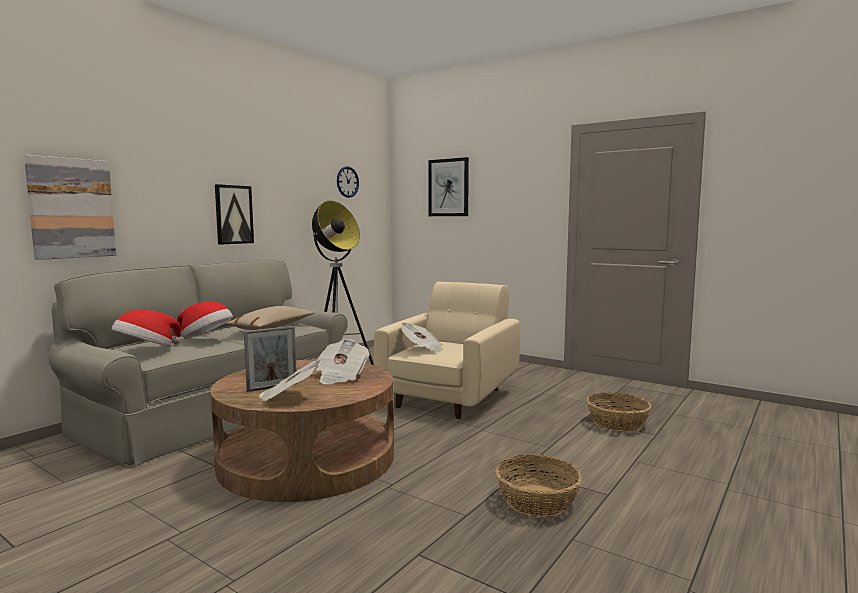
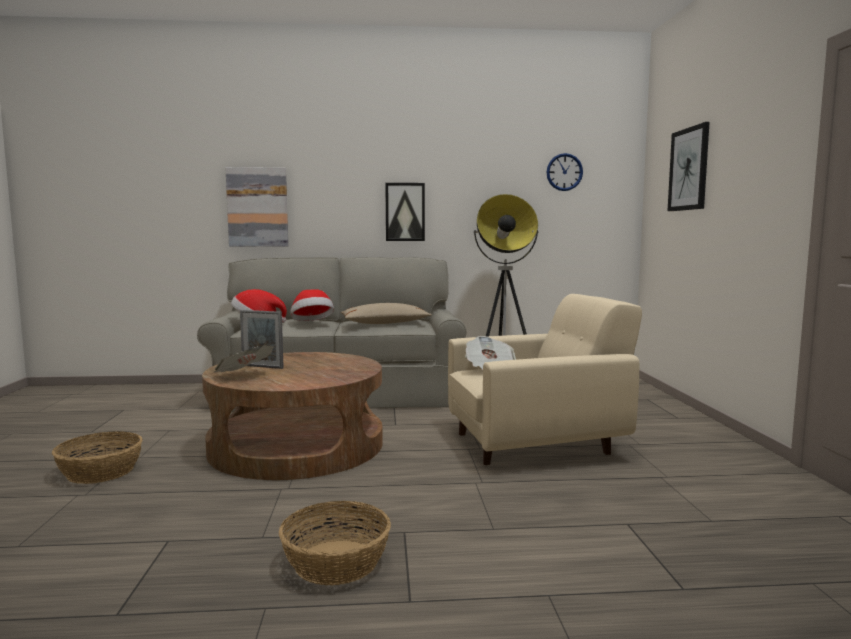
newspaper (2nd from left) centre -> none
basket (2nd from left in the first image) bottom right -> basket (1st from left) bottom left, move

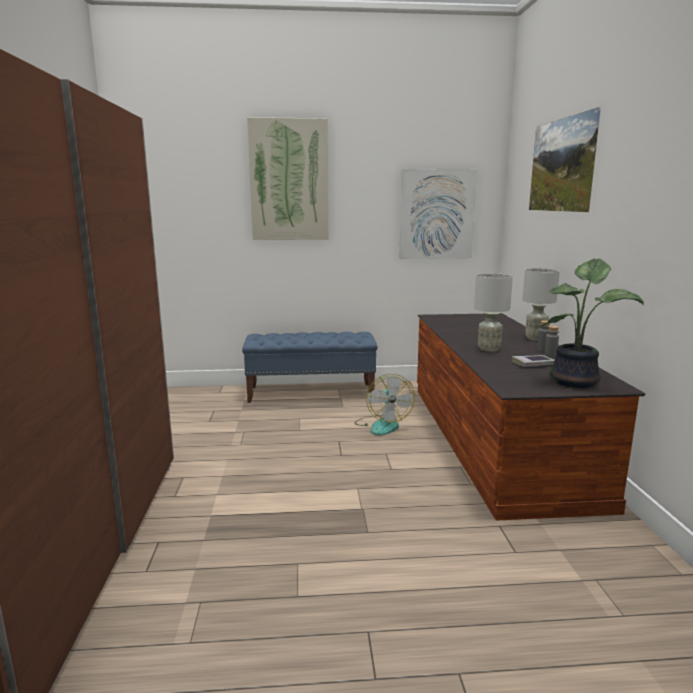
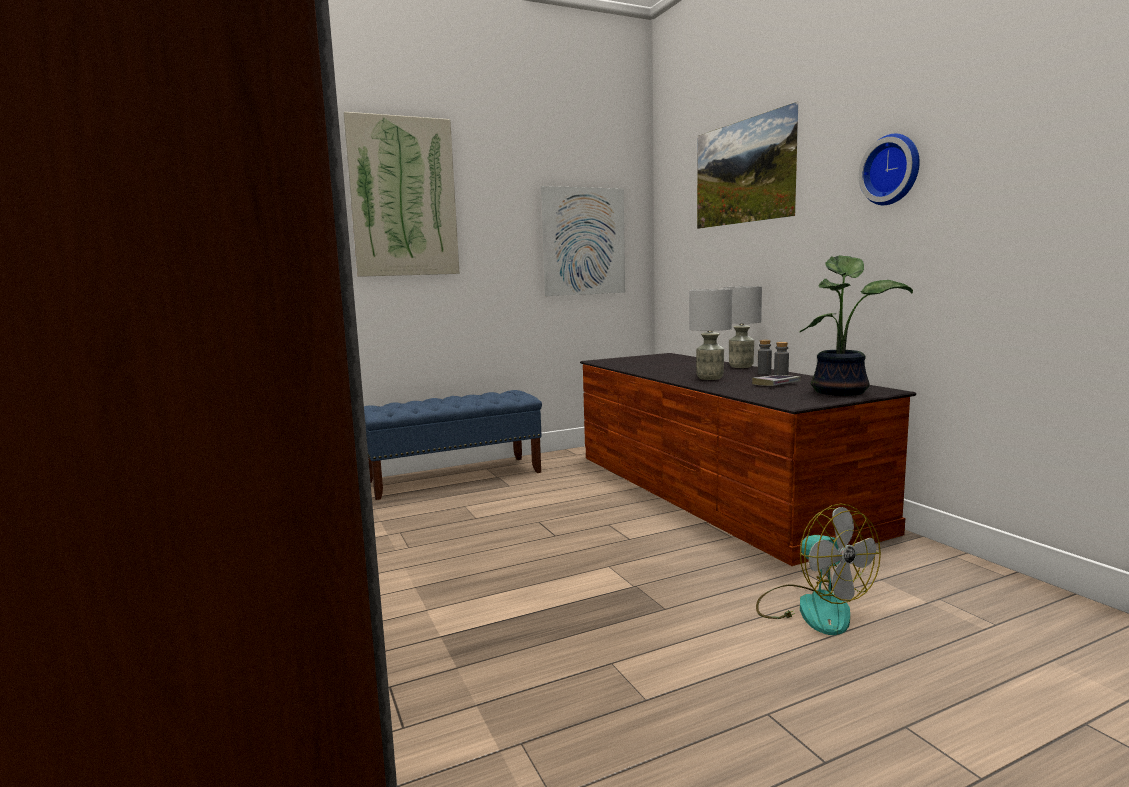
fan centre -> fan bottom right, move
none -> wall clock top right

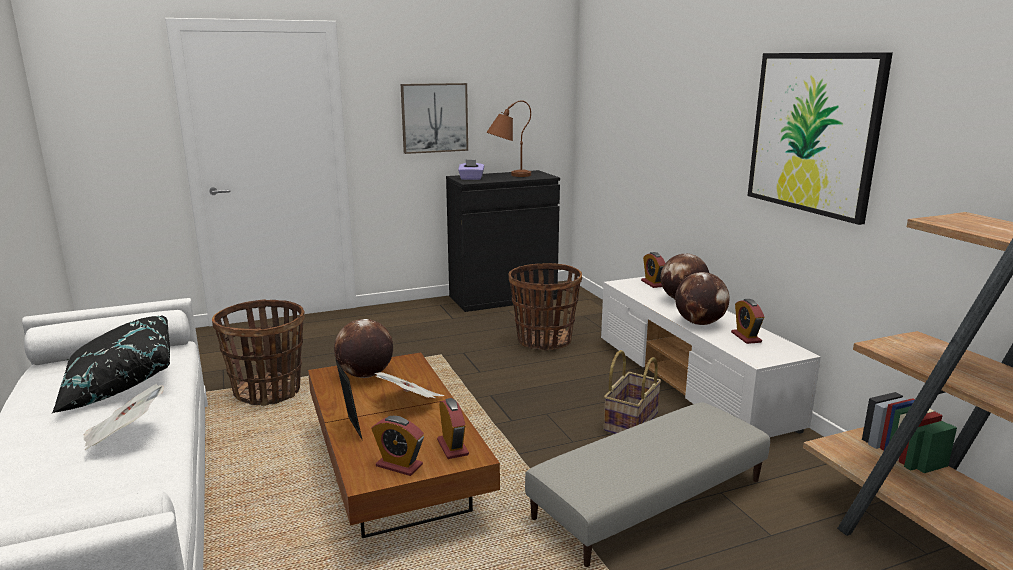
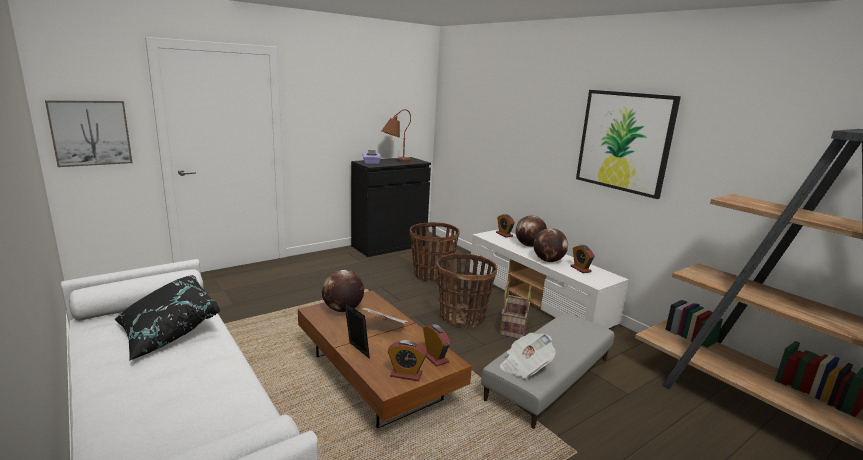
newspaper (1st from left in the first image) bottom left -> newspaper (2nd from left) bottom centre, move
basket (1st from left in the first image) middle left -> basket (2nd from left) centre, move
picture (1st from left) top centre -> picture (1st from left) top left, move

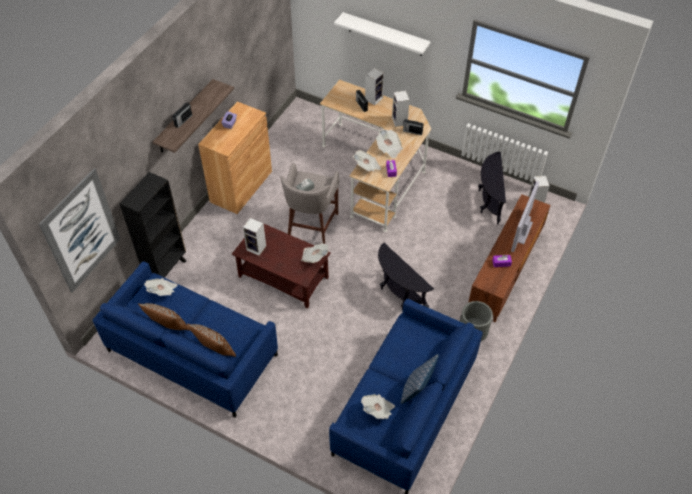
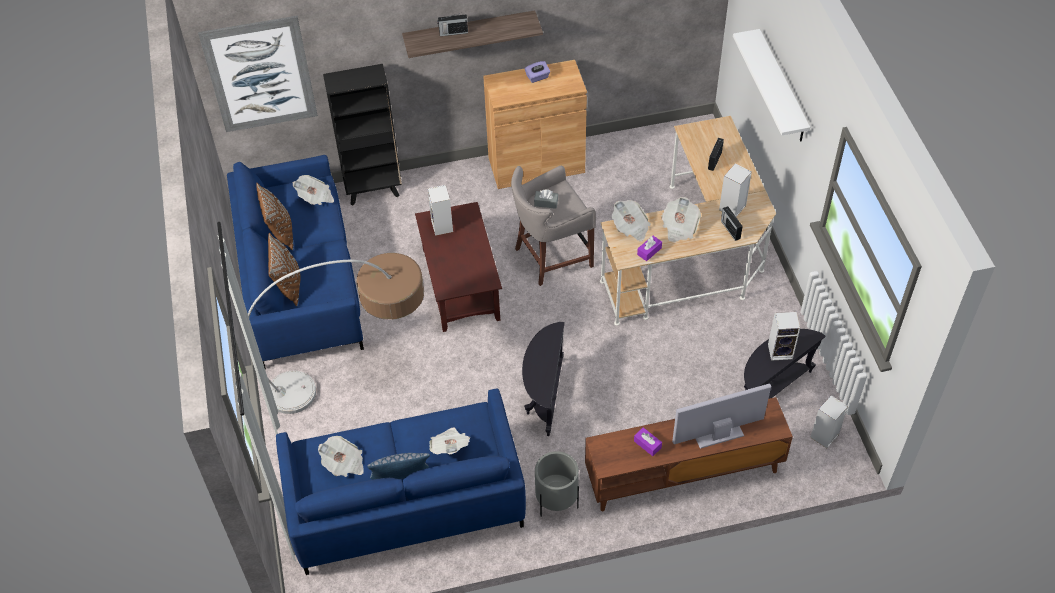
newspaper (2nd from left in the first image) centre -> newspaper (3rd from left) bottom centre, move
speaker (2nd from left in the first image) top centre -> speaker (3rd from left) middle right, move
none -> floor lamp middle left

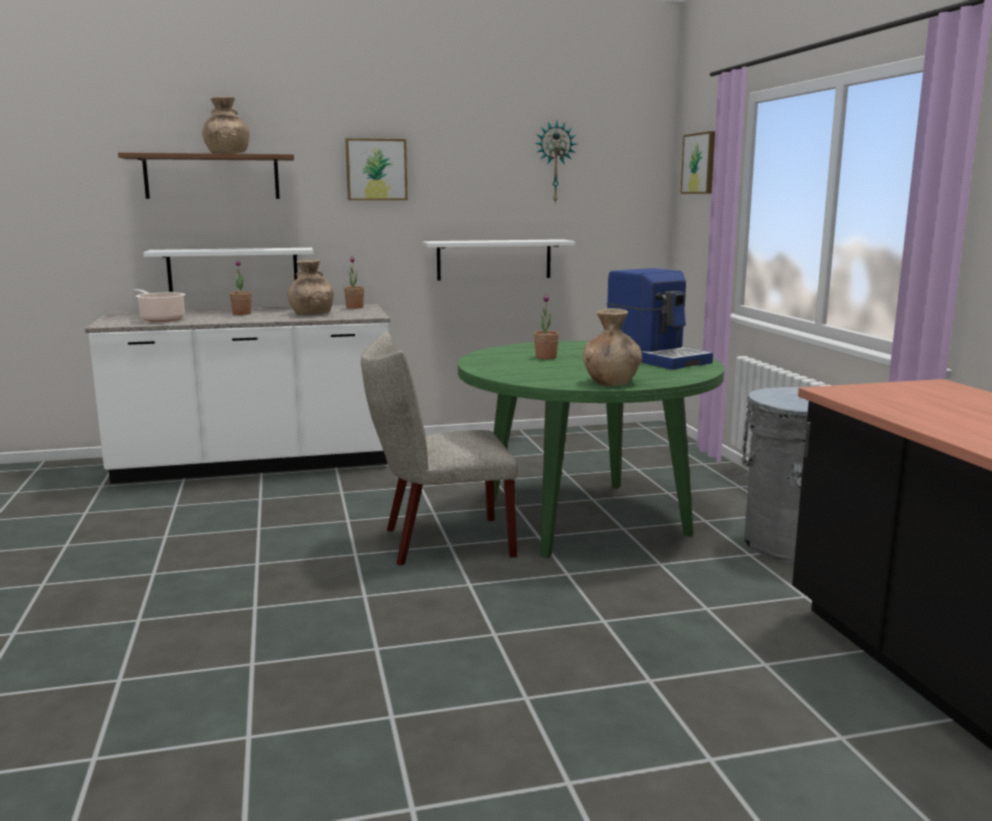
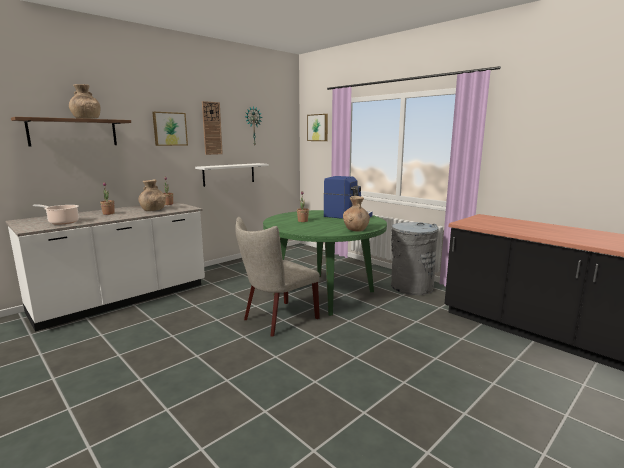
white shelf (1st from left) top left -> none
none -> wall clock (1st from left) top centre

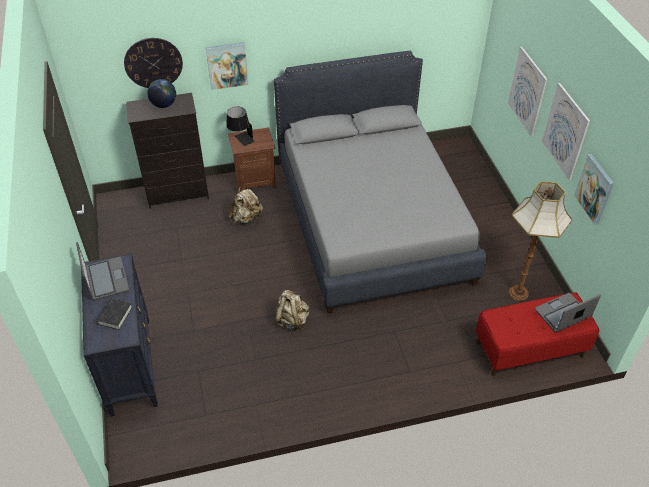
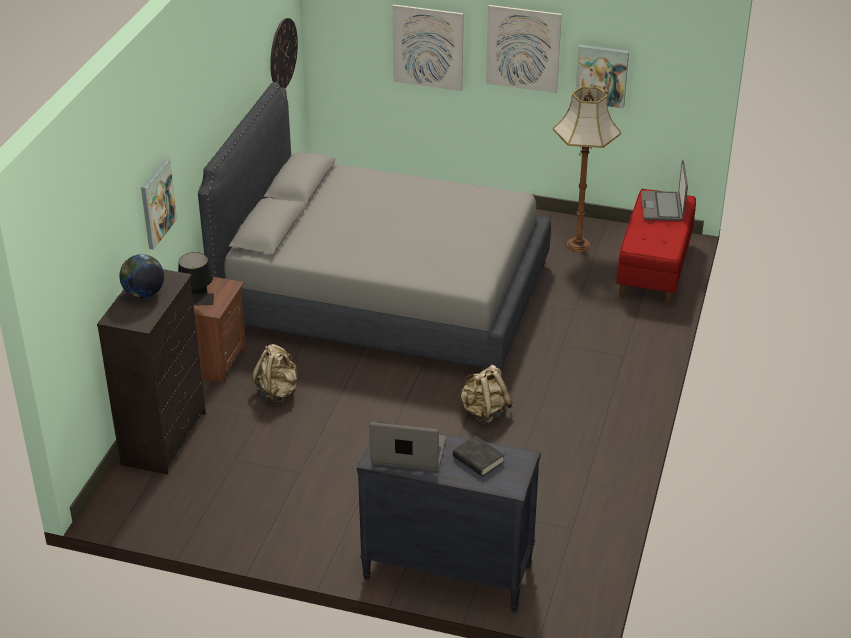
wall clock top left -> wall clock top centre, move

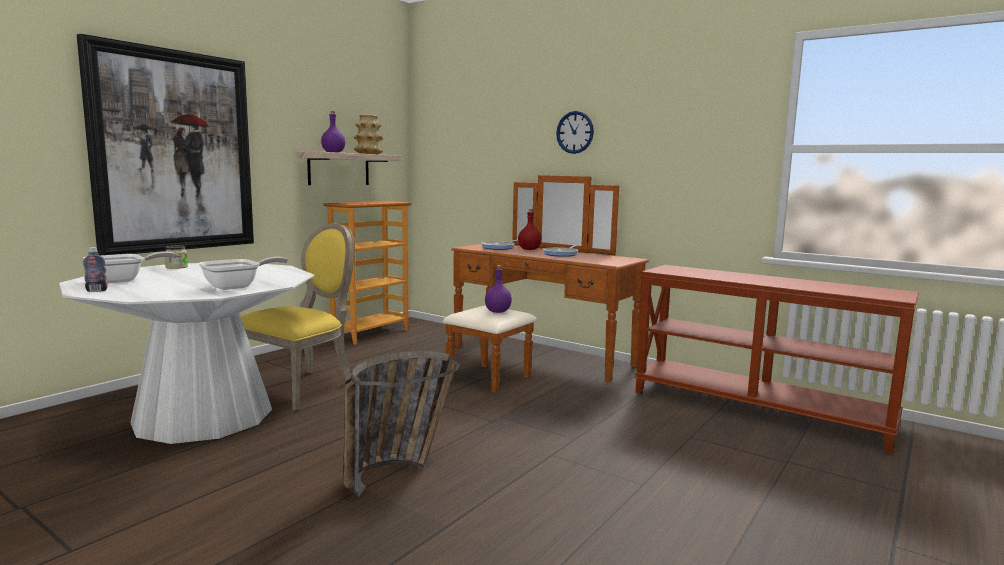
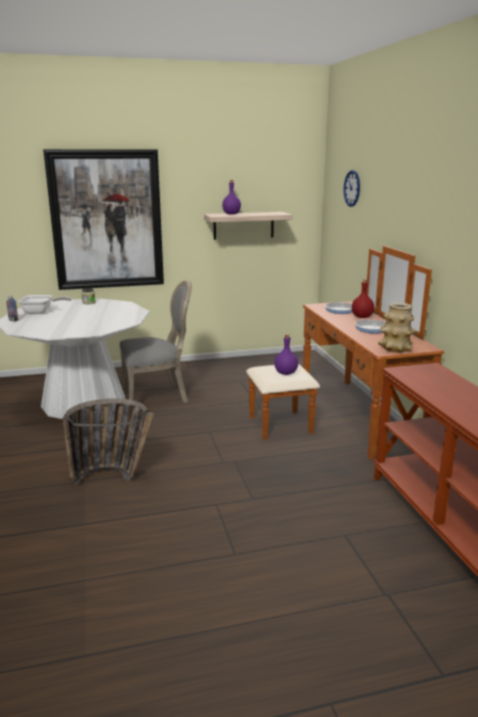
frying pan (2nd from left) middle left -> none
yellow chair middle left -> grey chair middle left
bookcase centre -> none
vase top centre -> vase middle right, move
wall clock top centre -> wall clock top right, move

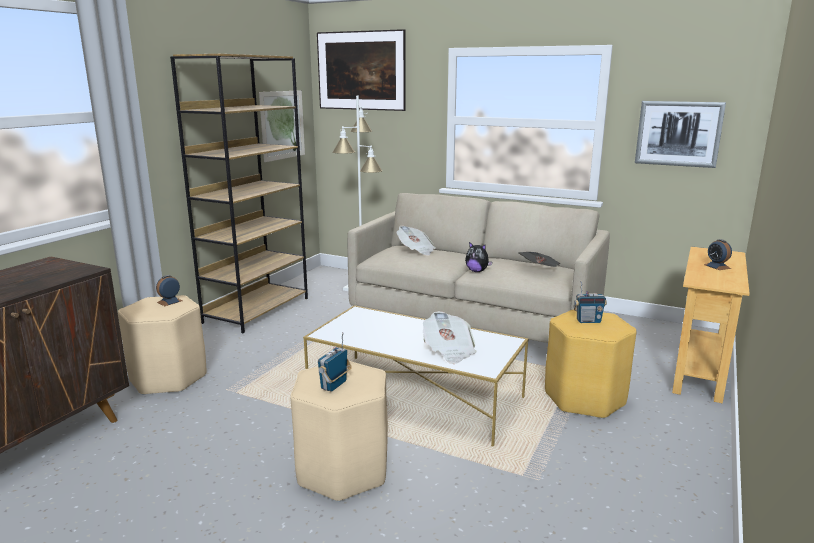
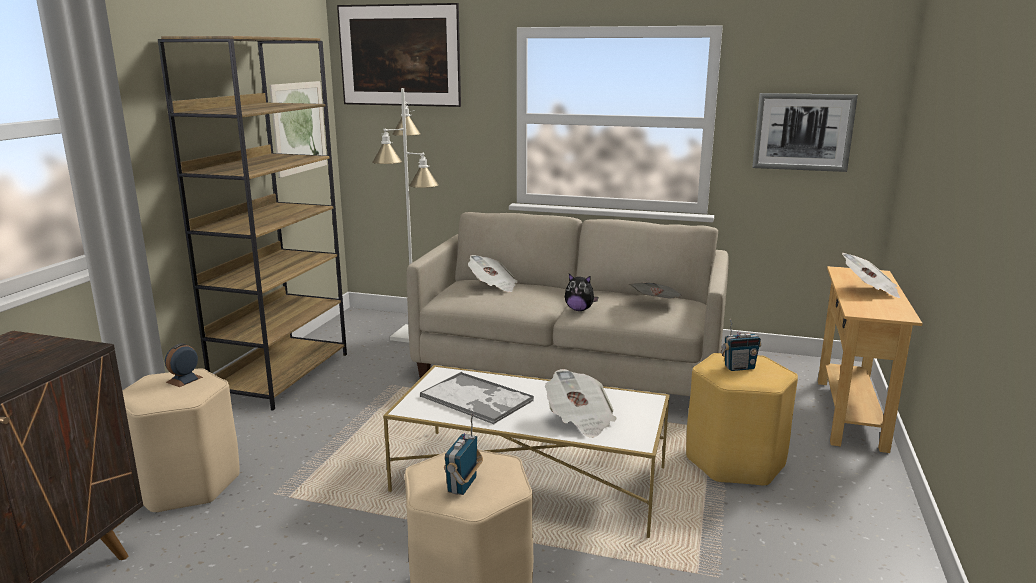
alarm clock (2nd from left) middle right -> newspaper (4th from left) middle right
none -> tray bottom centre

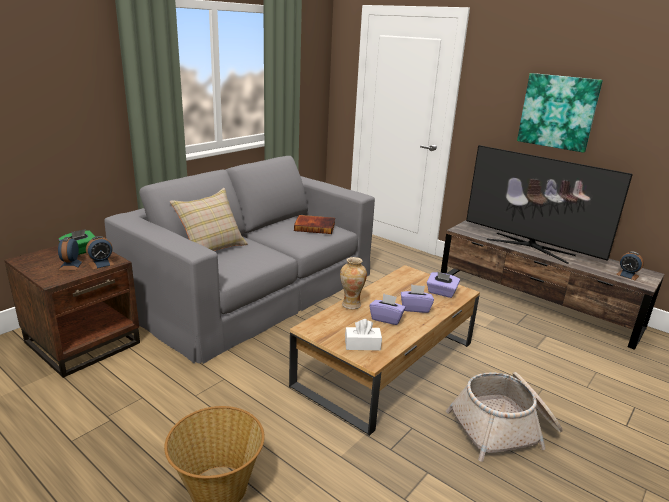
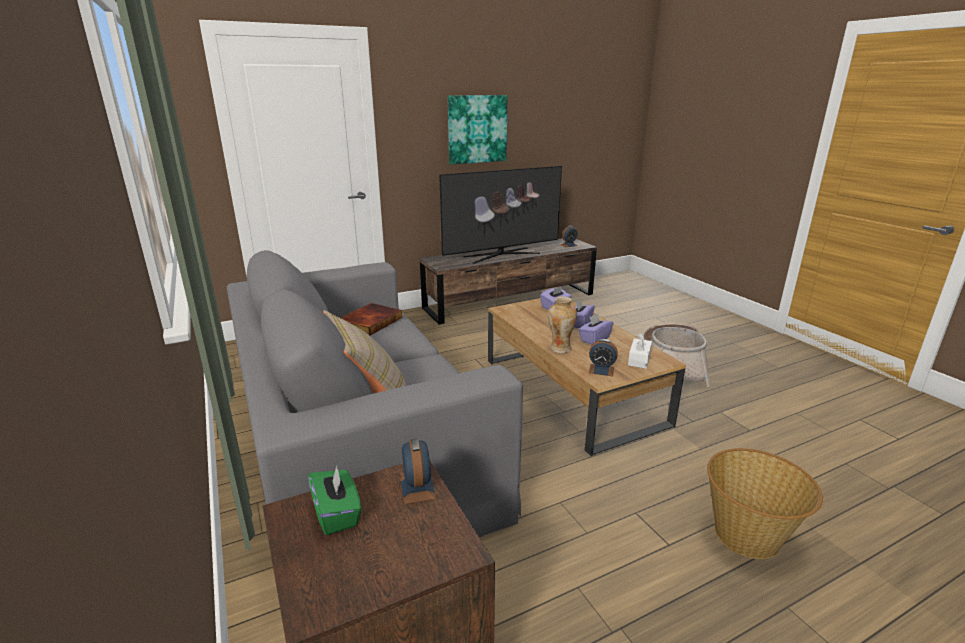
alarm clock (1st from left in the first image) middle left -> alarm clock (3rd from left) centre, move

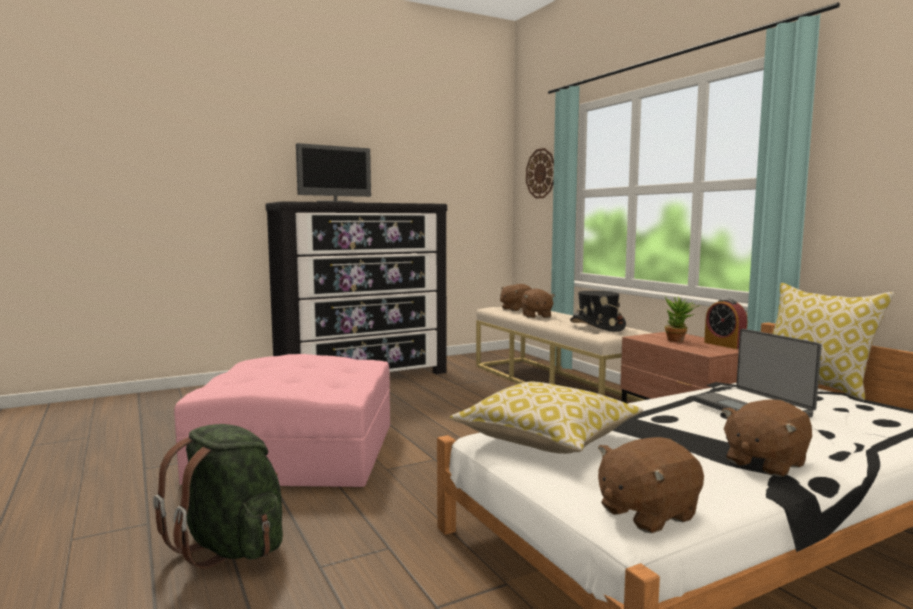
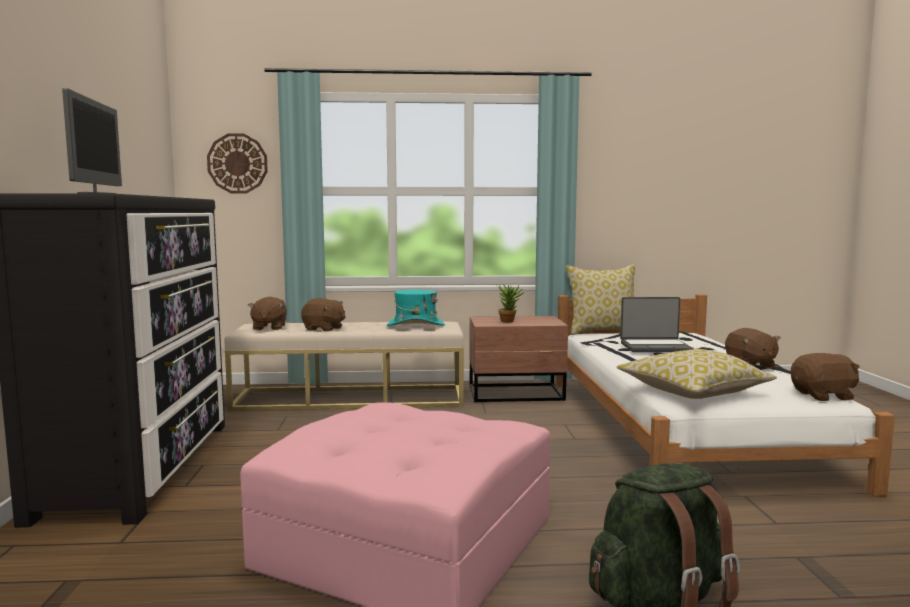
black hat centre -> turquoise hat centre
brown plush toy (3rd from left in the first image) bottom right -> brown plush toy (4th from left) middle right, 90 degrees counterclockwise
alarm clock middle right -> none

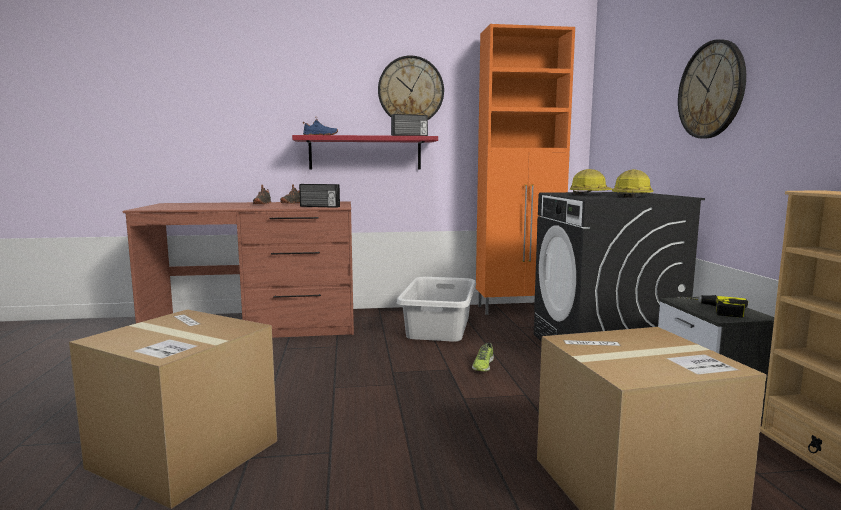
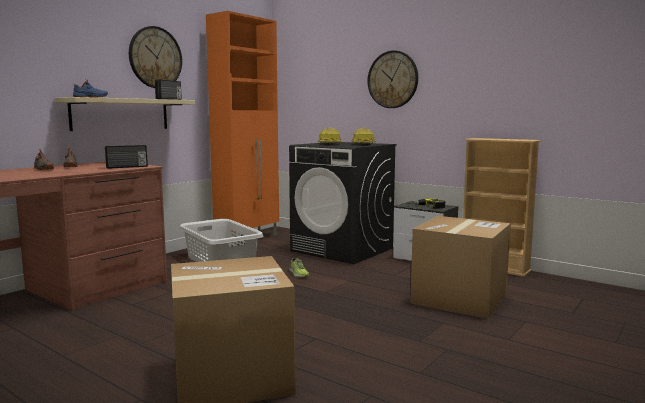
red shelf top centre -> beige shelf top left

